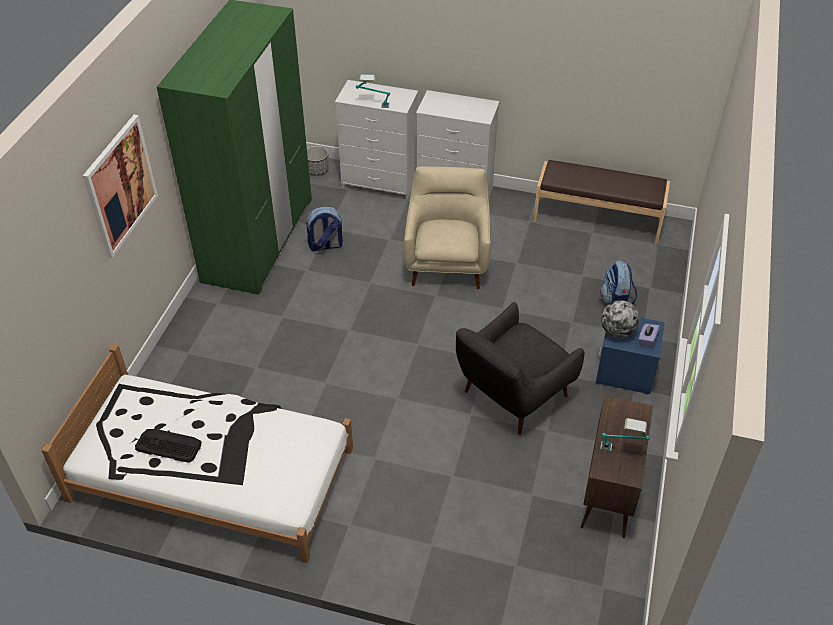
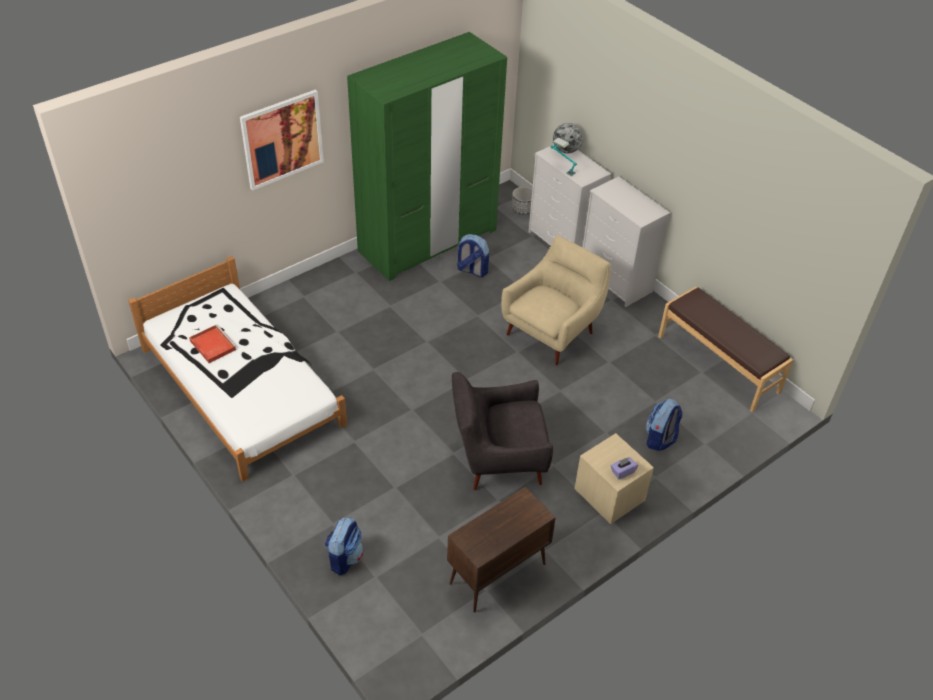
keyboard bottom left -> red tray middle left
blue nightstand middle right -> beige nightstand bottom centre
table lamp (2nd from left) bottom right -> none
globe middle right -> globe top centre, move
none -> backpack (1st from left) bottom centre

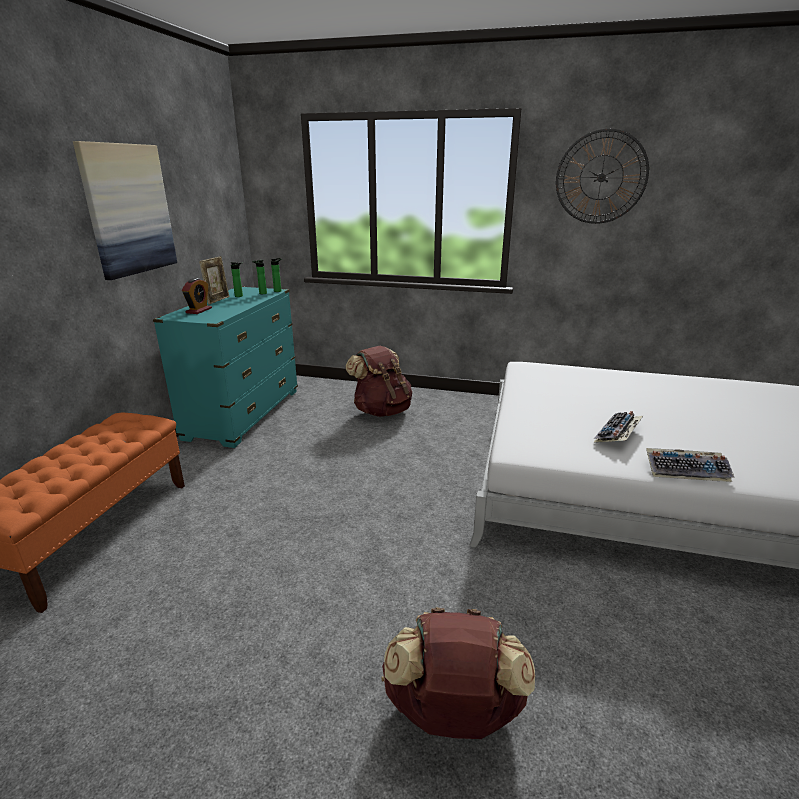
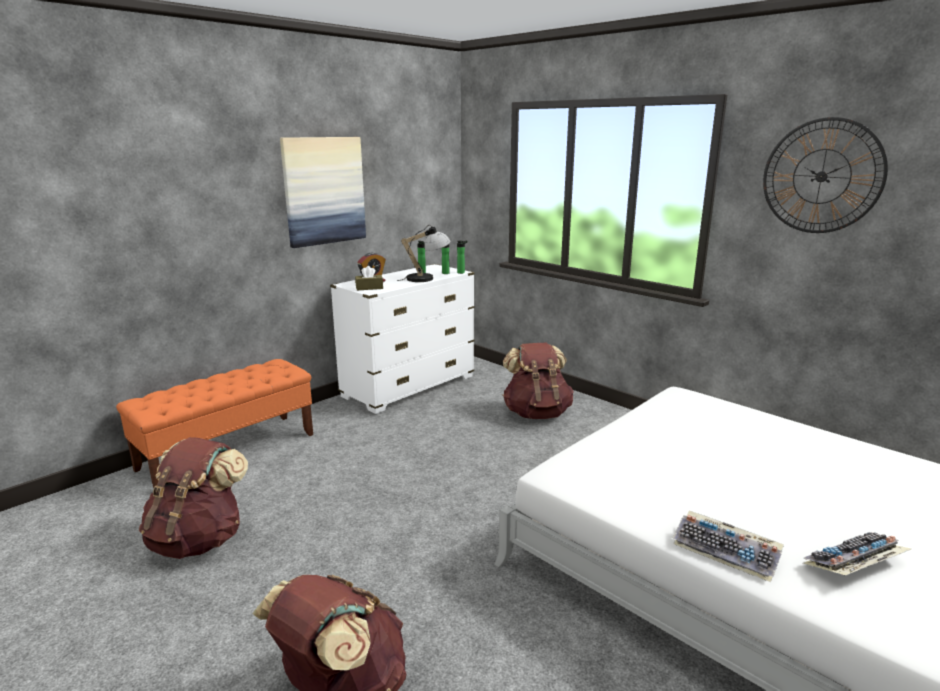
turquoise dresser middle left -> white dresser centre
picture frame middle left -> none
keyboard (1st from left in the first image) middle right -> keyboard (2nd from left) bottom right, move
none -> brown backpack (1st from left) bottom left
none -> brown tissue box centre
none -> table lamp centre

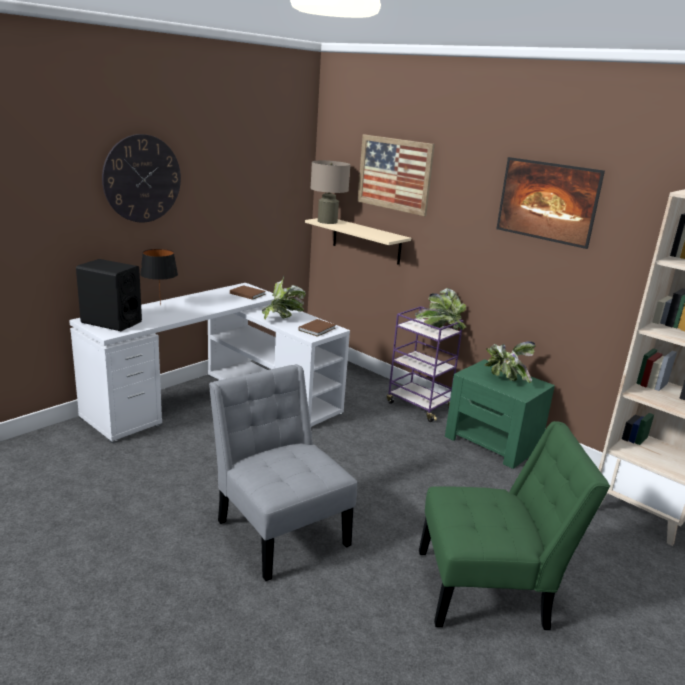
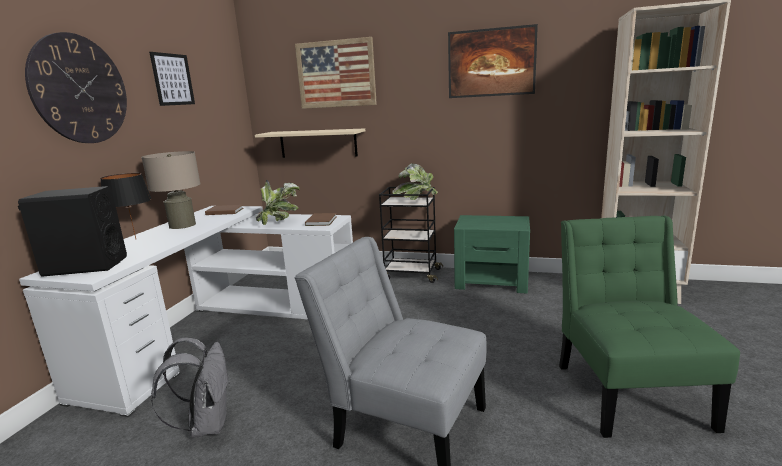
beige table lamp top centre -> beige table lamp middle left, move
purple cart centre -> black cart centre
green chair bottom right, 60 degrees counterclockwise
potted plant (3rd from left) middle right -> none
none -> picture (1st from left) top left
none -> grey backpack bottom left

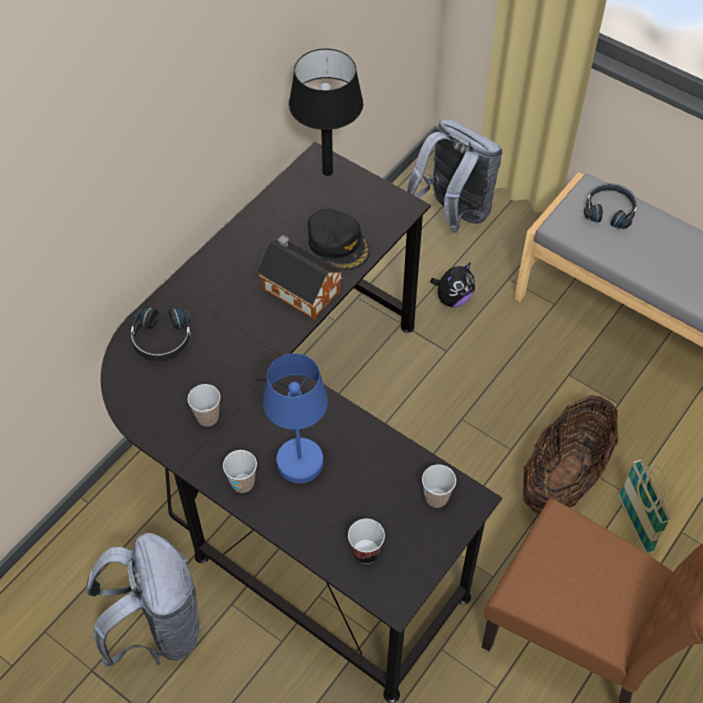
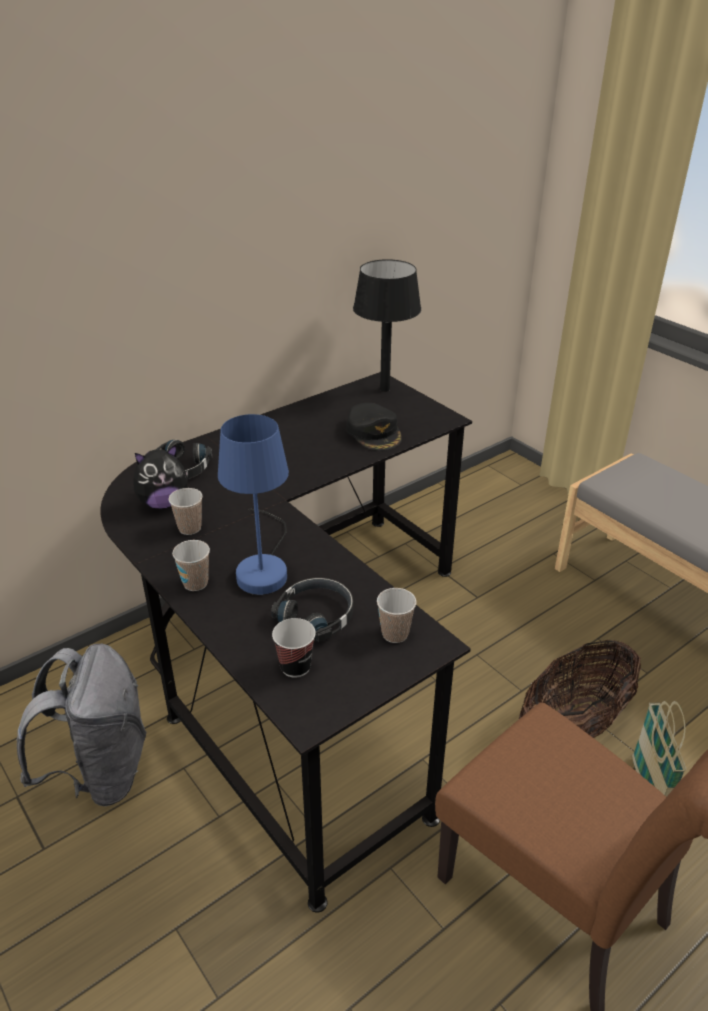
toy house centre -> none
grey backpack (2nd from left) top centre -> none
plush toy centre -> plush toy middle left, move
black headphones (2nd from left) top right -> black headphones (2nd from left) centre, move

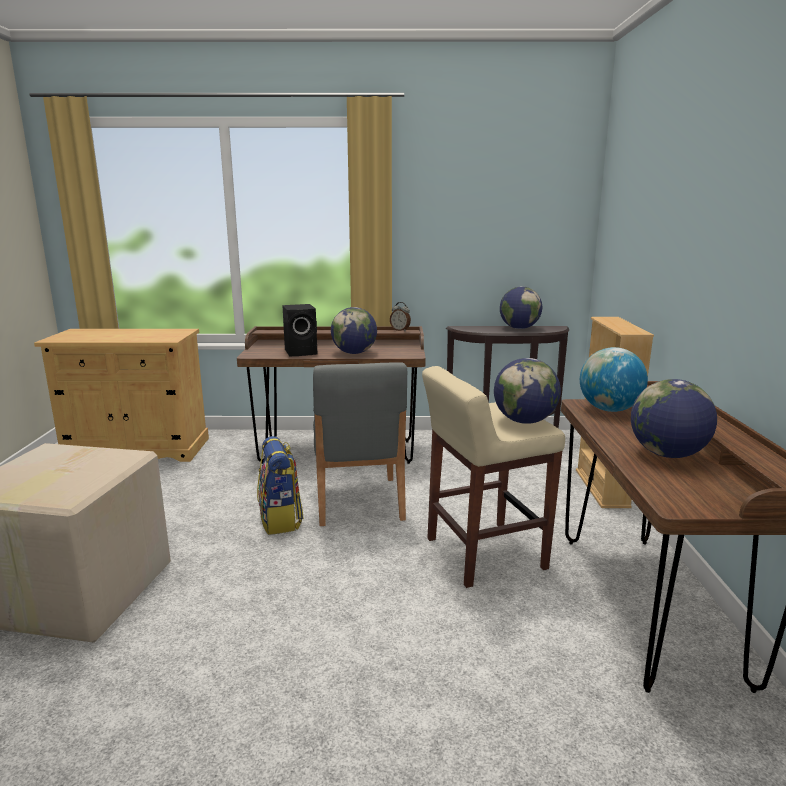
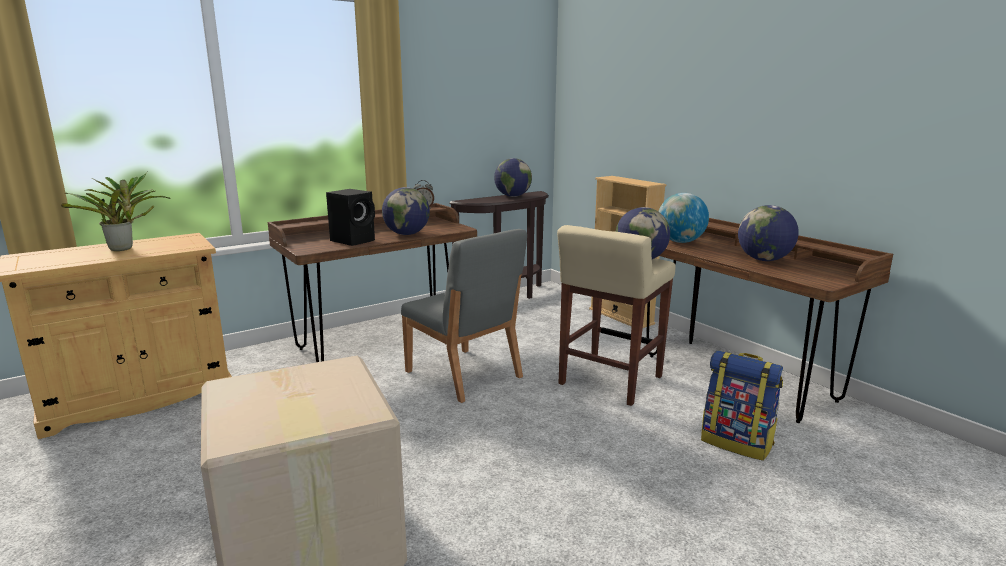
backpack centre -> backpack bottom right, move
none -> potted plant middle left

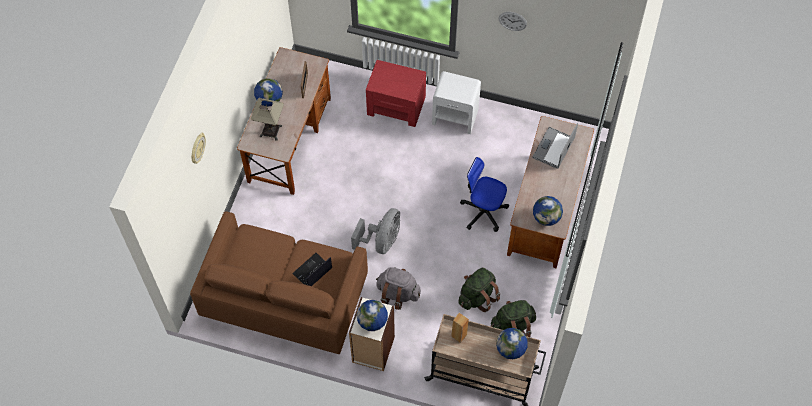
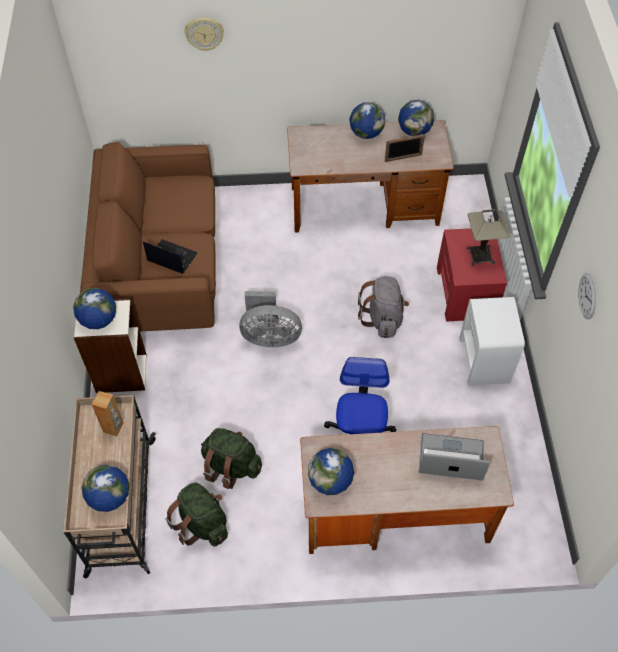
table lamp top left -> table lamp middle right, move
grey backpack bottom centre -> grey backpack centre, move
none -> globe (5th from left) top right

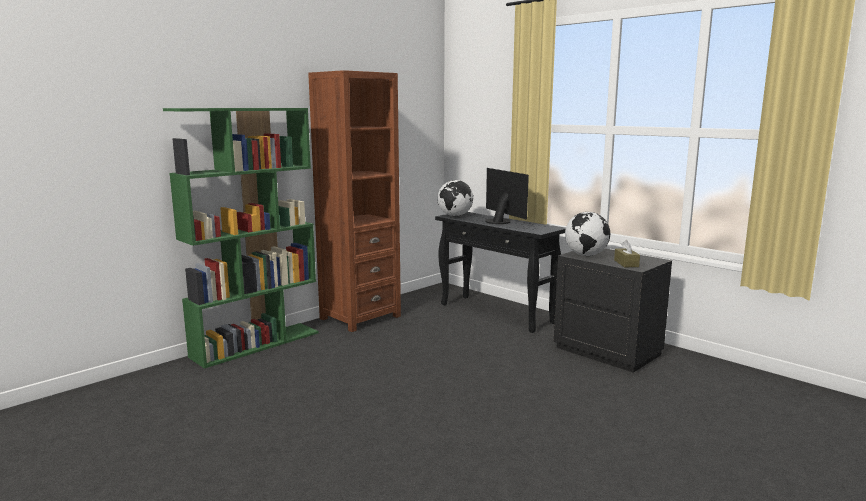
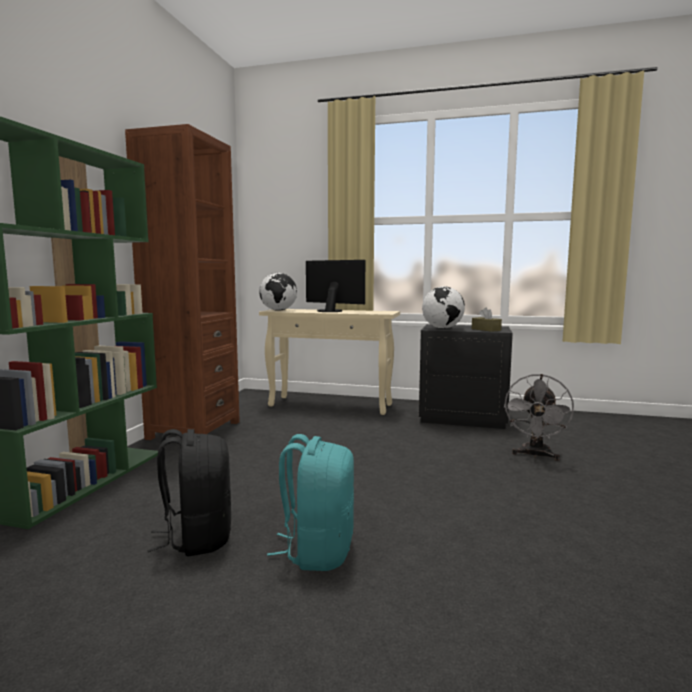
black console table centre -> beige console table centre
none -> black backpack bottom left
none -> turquoise backpack bottom centre
none -> grey fan middle right

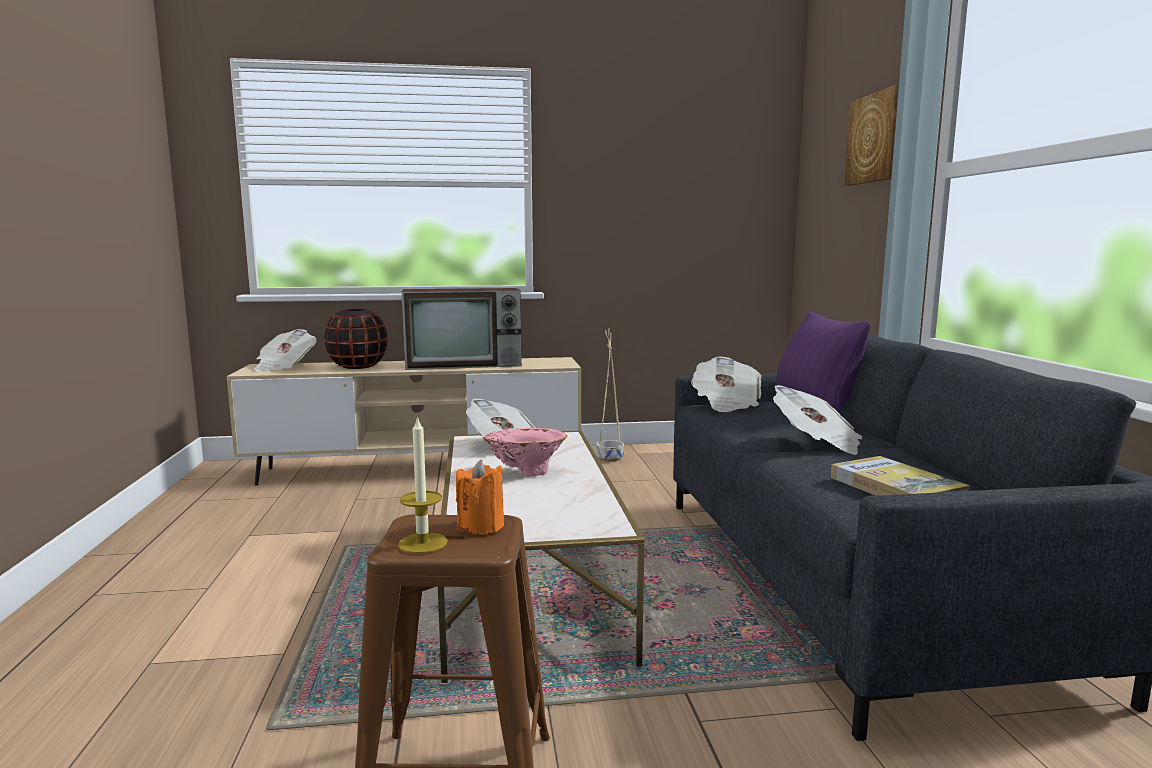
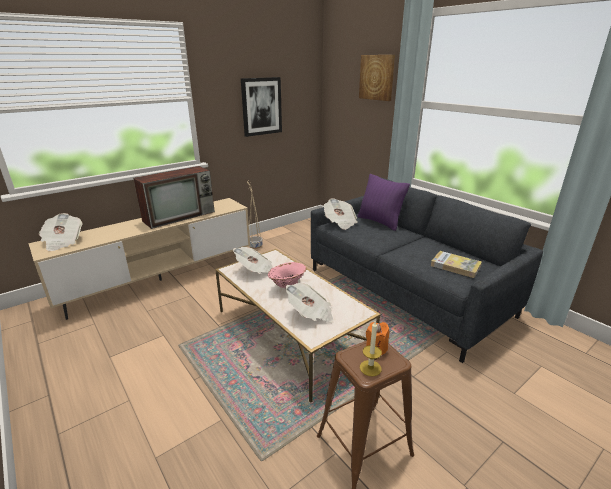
black vase middle left -> none
newspaper (4th from left in the first image) middle right -> newspaper (3rd from left) centre, move
none -> picture (1st from left) top centre

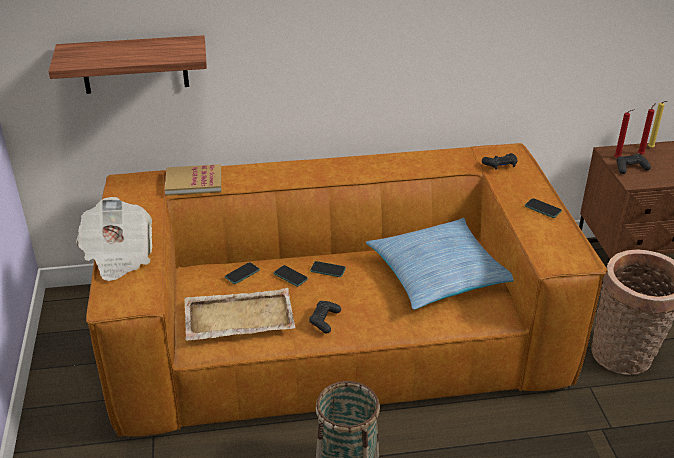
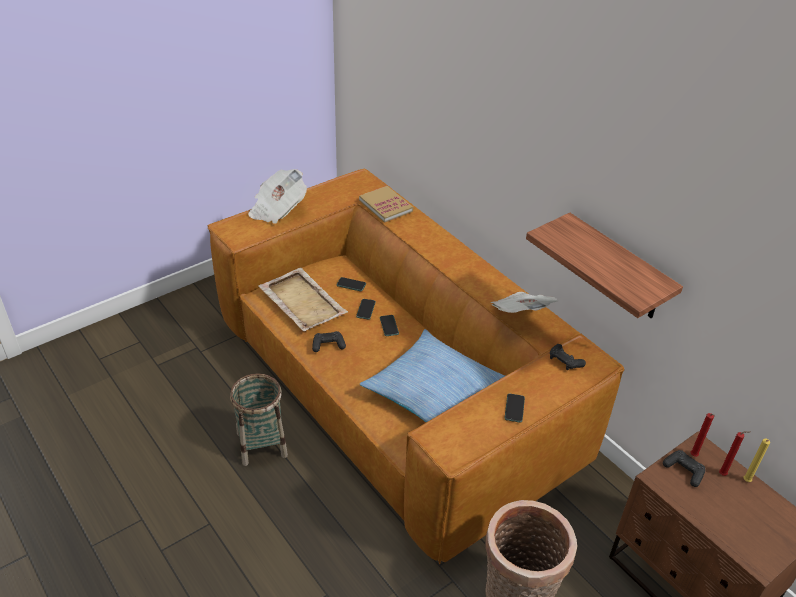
shelf top left -> shelf middle right, move
none -> newspaper (2nd from left) centre

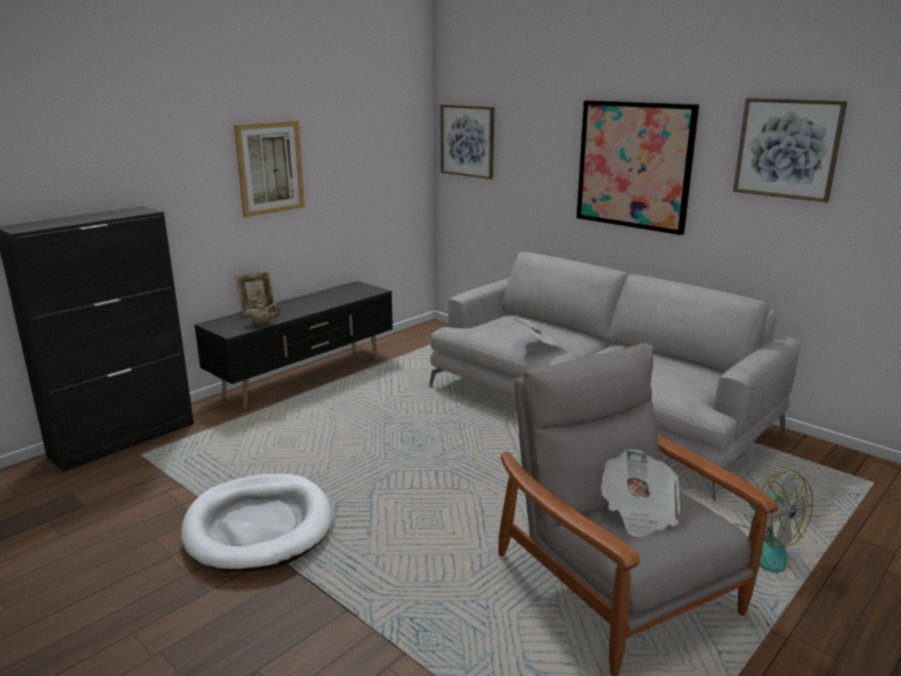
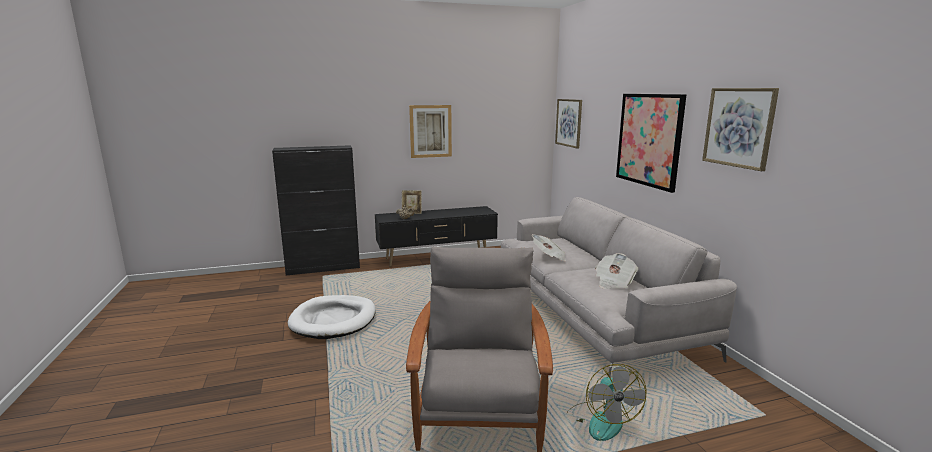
newspaper (2nd from left) bottom right -> newspaper (2nd from left) centre, move

